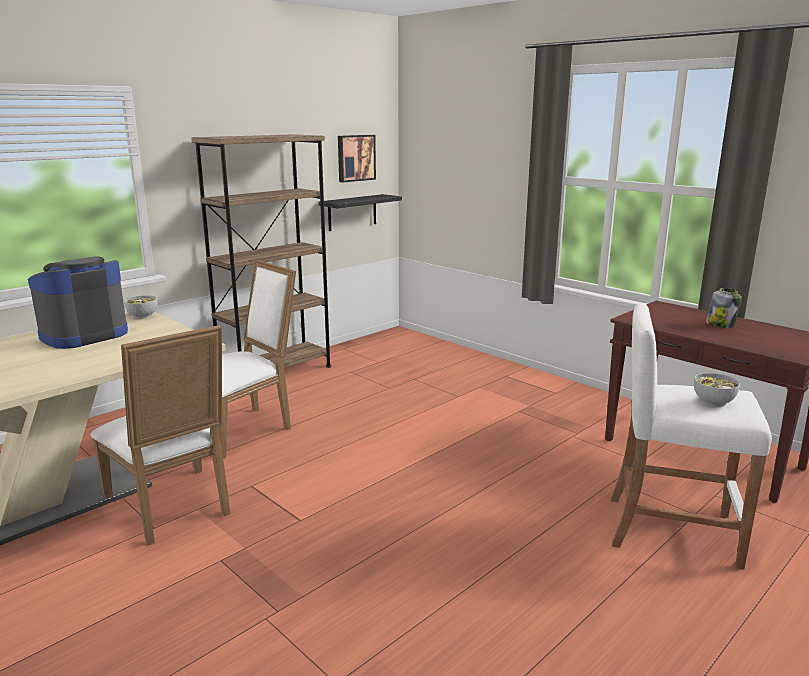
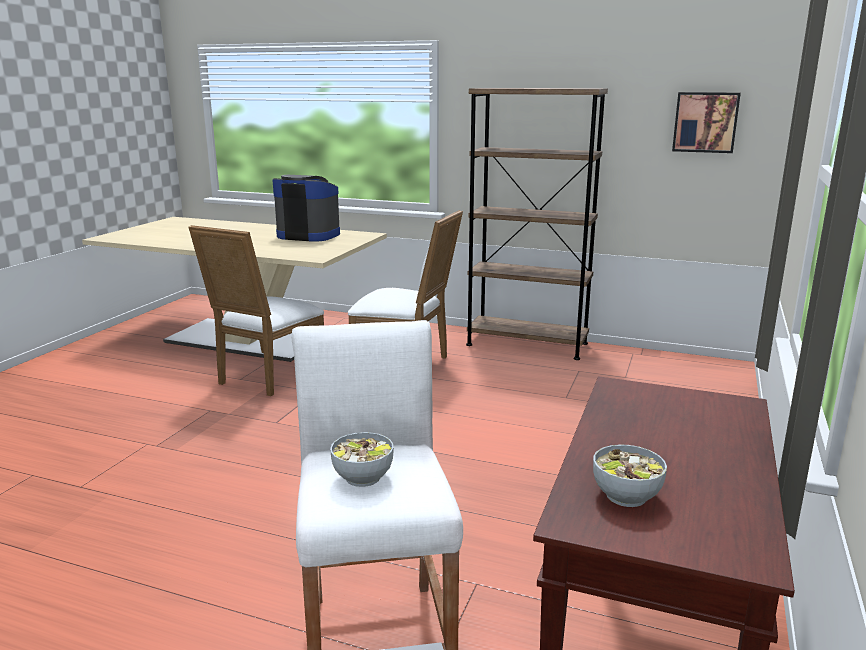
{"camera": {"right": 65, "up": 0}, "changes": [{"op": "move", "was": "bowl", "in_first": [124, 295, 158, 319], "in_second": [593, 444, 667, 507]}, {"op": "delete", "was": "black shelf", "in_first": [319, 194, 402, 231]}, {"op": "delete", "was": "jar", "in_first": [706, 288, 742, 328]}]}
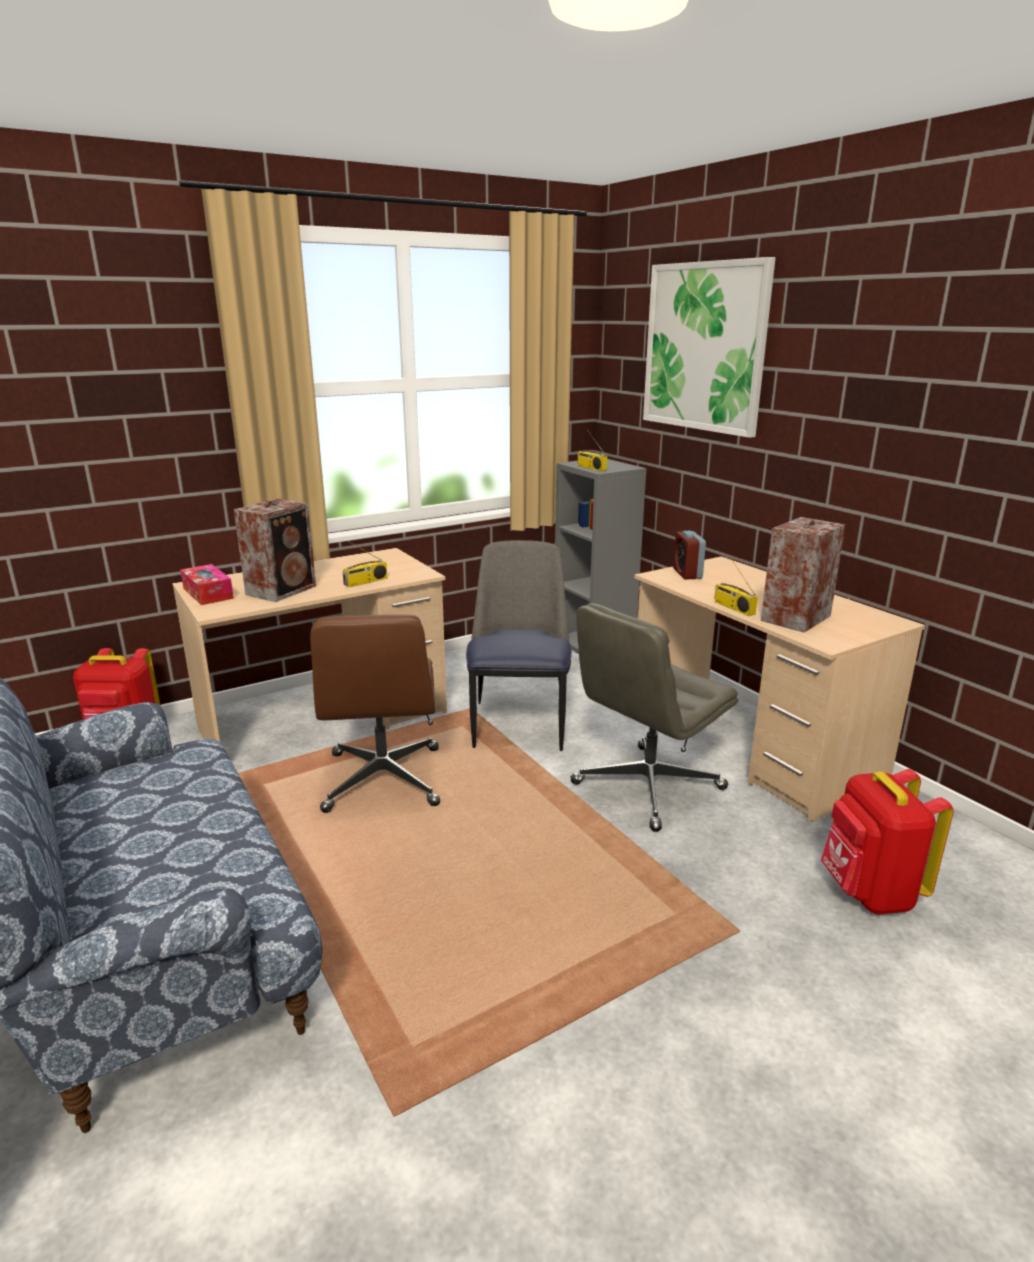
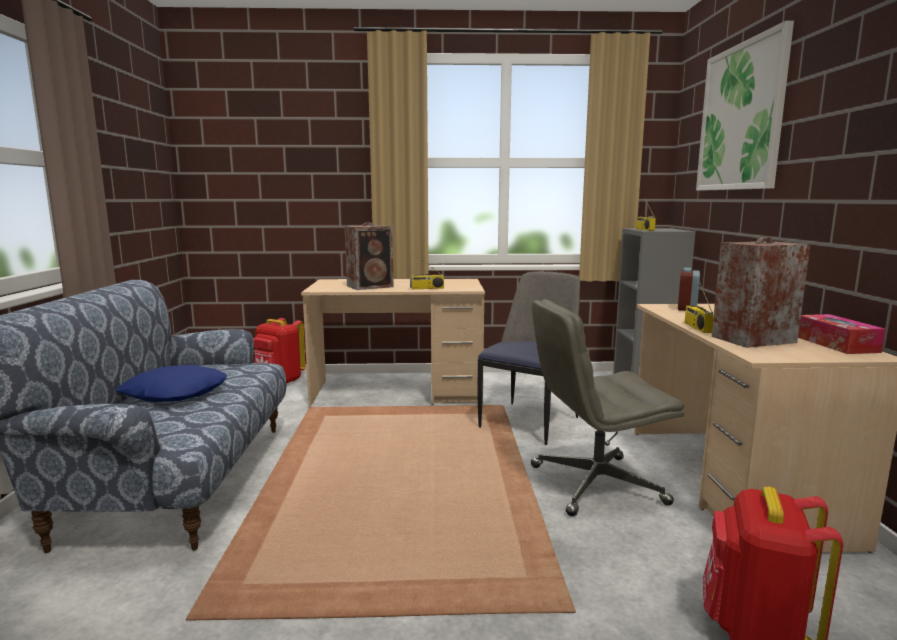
{"camera": {"right": 30, "up": -10}, "changes": [{"op": "move", "was": "tissue box", "in_first": [180, 564, 234, 605], "in_second": [798, 314, 886, 354]}, {"op": "delete", "was": "brown office chair", "in_first": [310, 614, 440, 813]}, {"op": "insert", "now": "blue pillow", "in_second": [116, 365, 227, 402]}]}
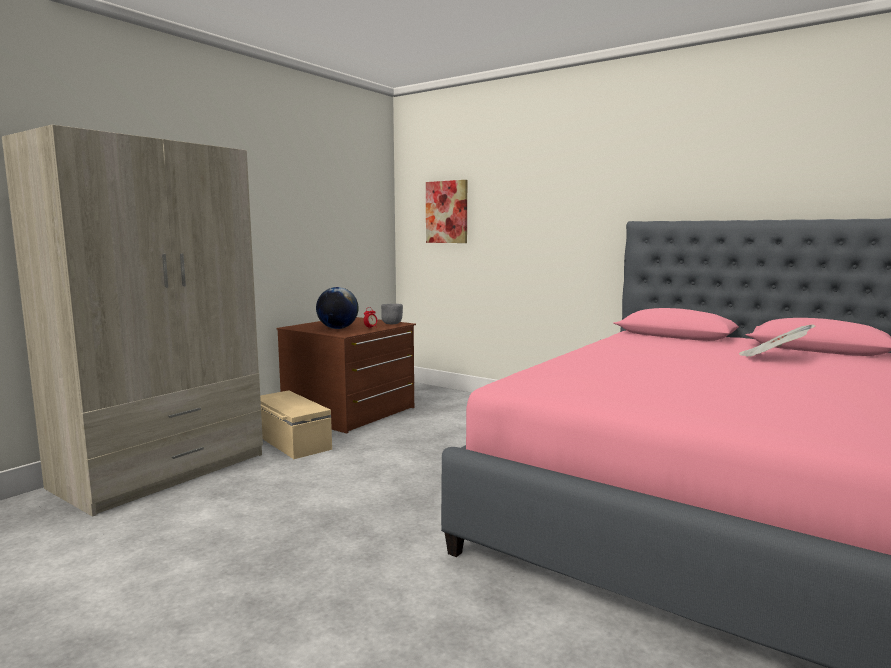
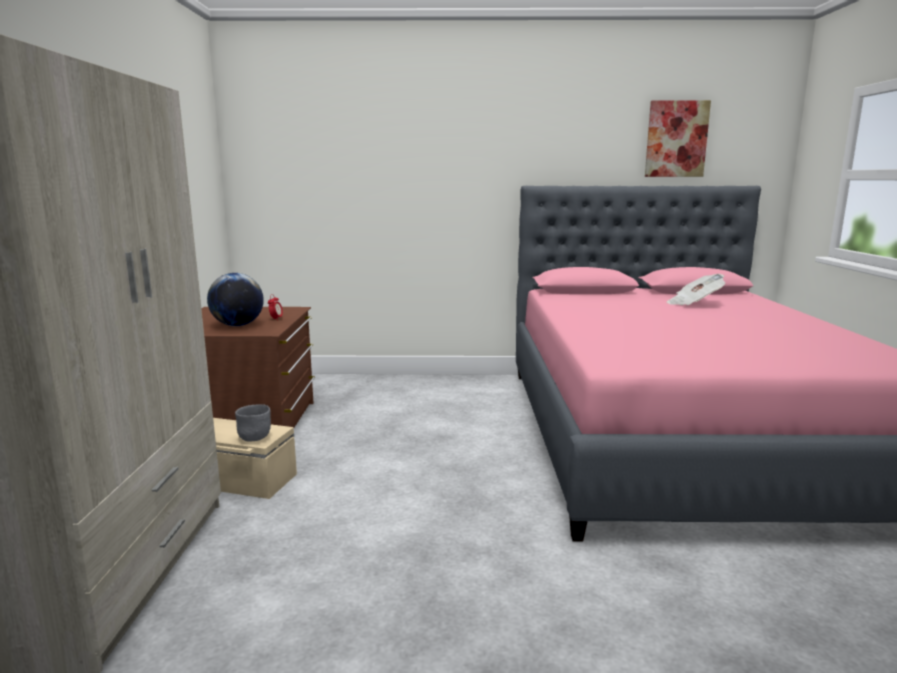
{"camera": {"right": -35, "up": 5}, "changes": [{"op": "move", "was": "grey bowl", "in_first": [381, 304, 403, 324], "in_second": [235, 404, 271, 441]}, {"op": "move", "was": "picture", "in_first": [426, 180, 467, 243], "in_second": [645, 100, 711, 177]}]}
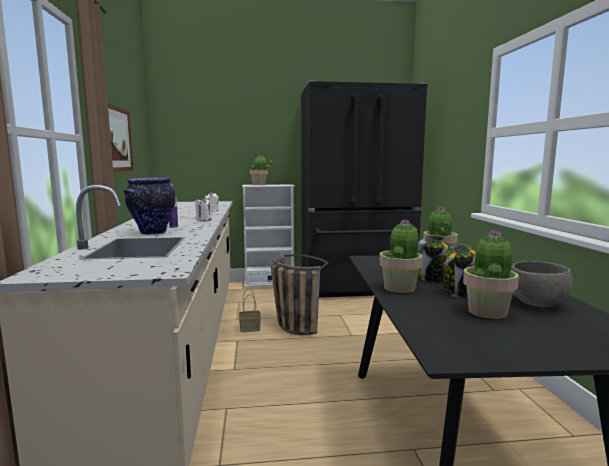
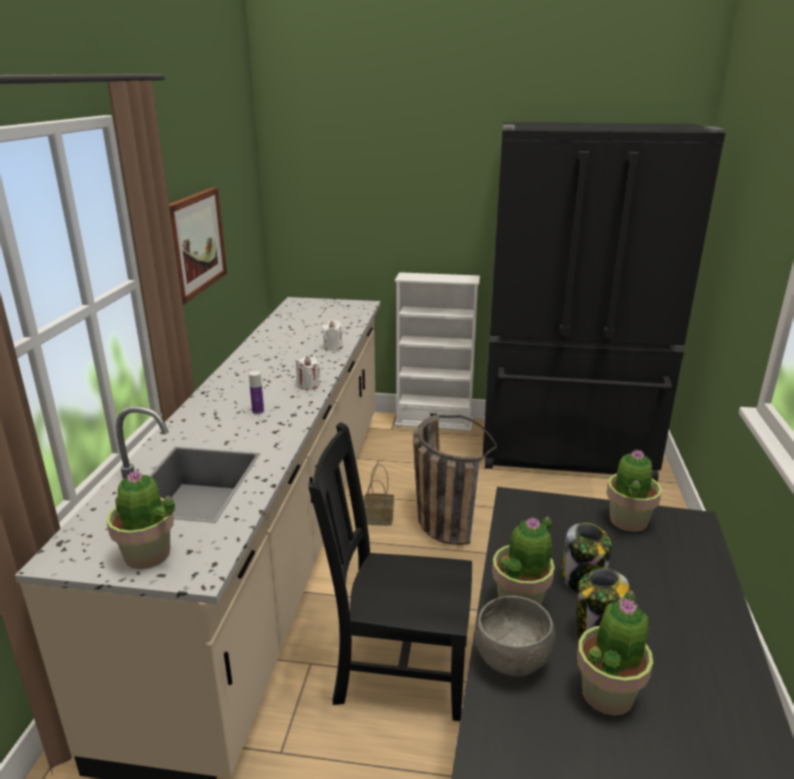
{"camera": {"right": 15, "up": 15}, "changes": [{"op": "delete", "was": "vase", "in_first": [124, 178, 176, 235]}, {"op": "move", "was": "potted plant", "in_first": [250, 155, 272, 185], "in_second": [106, 470, 175, 569]}, {"op": "move", "was": "grey bowl", "in_first": [511, 261, 573, 307], "in_second": [475, 596, 555, 677]}, {"op": "insert", "now": "black chair", "in_second": [308, 422, 472, 721]}]}
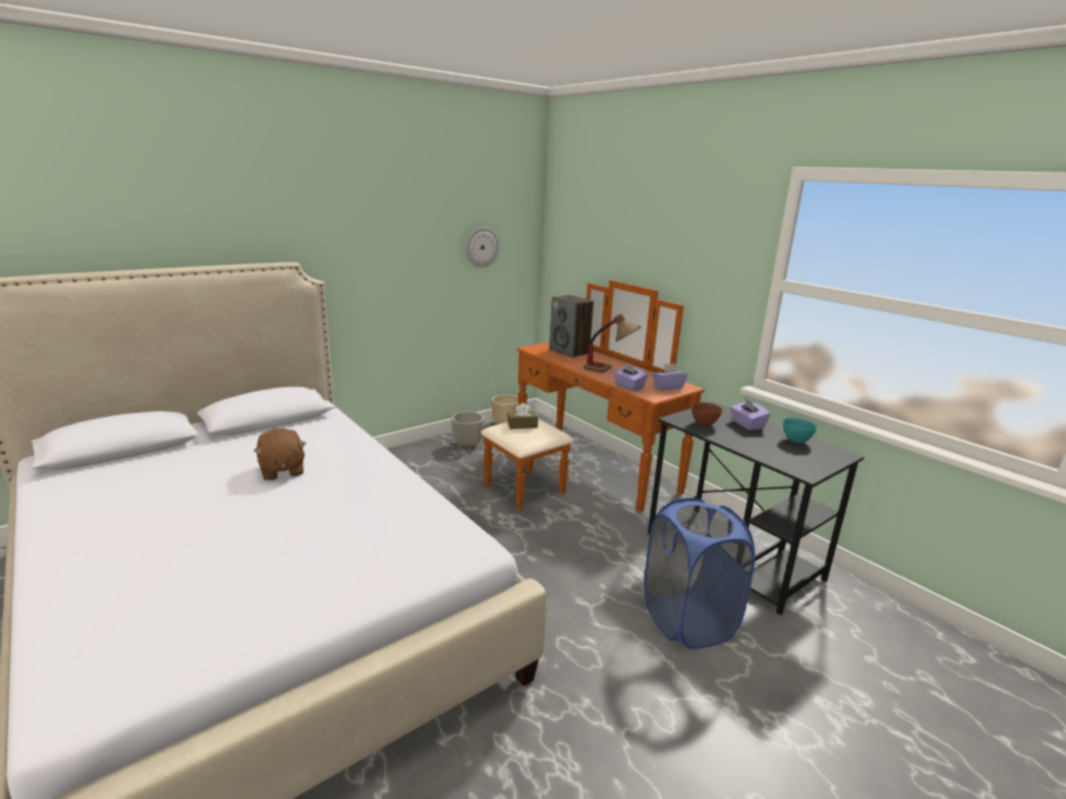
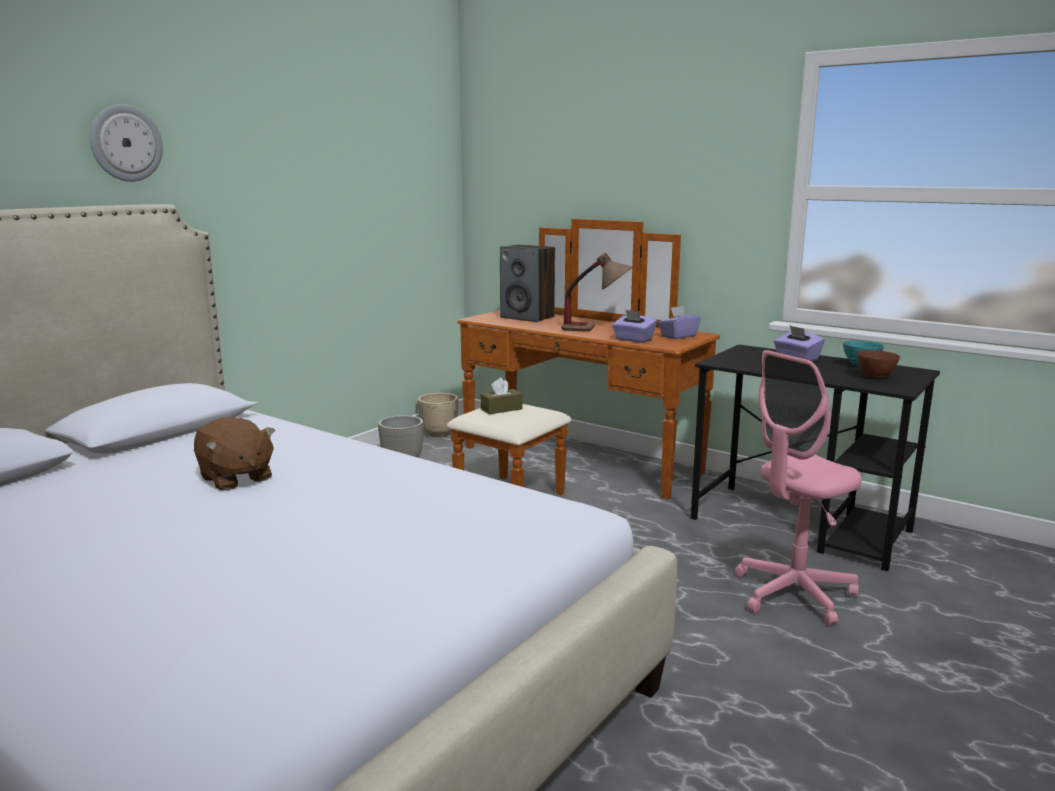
{"camera": {"right": -15, "up": -5}, "changes": [{"op": "move", "was": "wall clock", "in_first": [466, 227, 499, 268], "in_second": [90, 104, 163, 182]}, {"op": "replace", "was": "blue laundry basket", "now": "pink office chair", "in_first": [644, 498, 755, 649], "in_second": [735, 350, 862, 626]}, {"op": "move", "was": "brown bowl", "in_first": [691, 402, 723, 426], "in_second": [857, 350, 900, 379]}]}
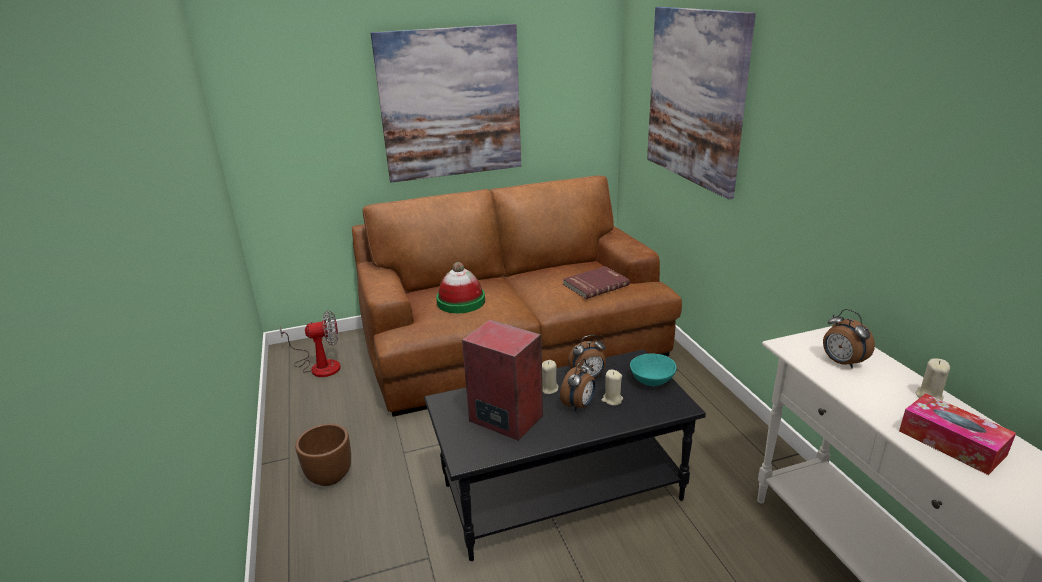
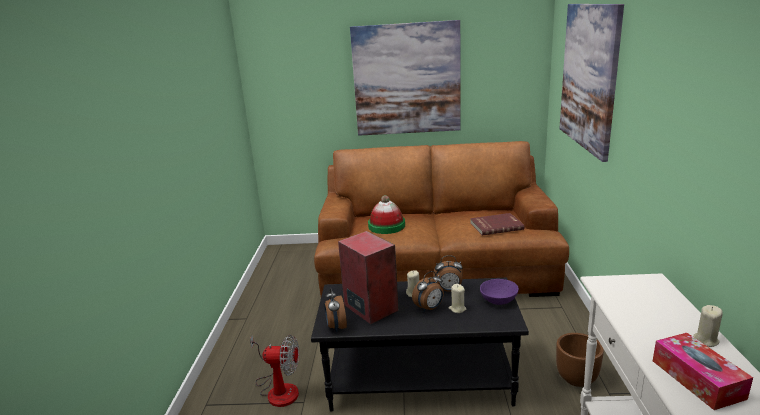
{"camera": {"right": 20, "up": -5}, "changes": [{"op": "move", "was": "fan", "in_first": [280, 310, 341, 377], "in_second": [250, 335, 299, 407]}, {"op": "move", "was": "brown planter", "in_first": [295, 423, 351, 486], "in_second": [556, 333, 604, 387]}, {"op": "recolor", "was": "turquoise bowl", "now": "purple bowl", "in_first": [630, 353, 676, 386], "in_second": [480, 279, 519, 305]}, {"op": "move", "was": "alarm clock", "in_first": [823, 309, 875, 369], "in_second": [324, 288, 347, 332]}]}
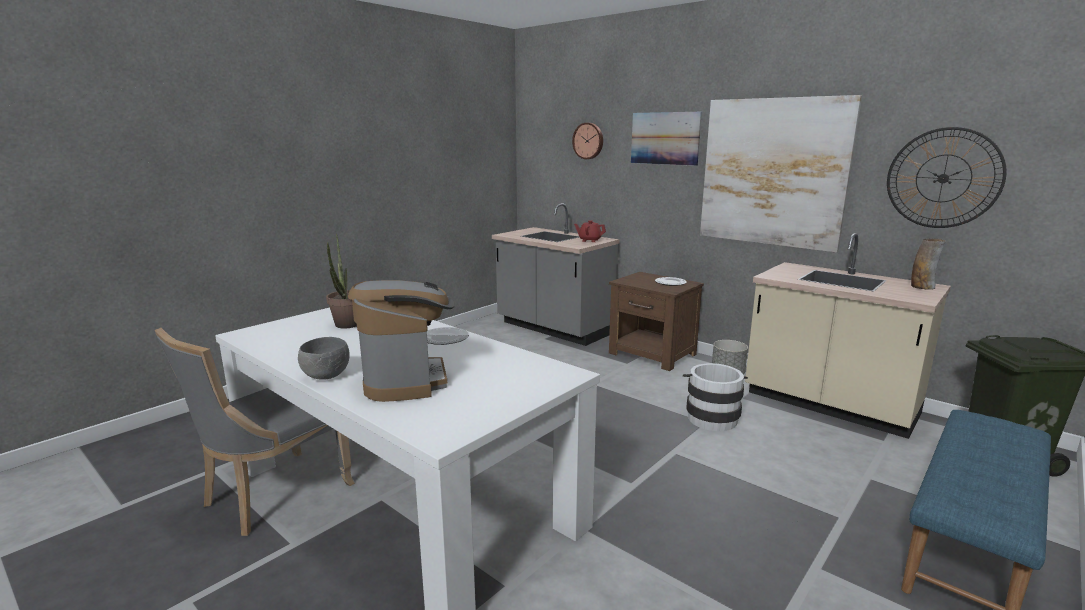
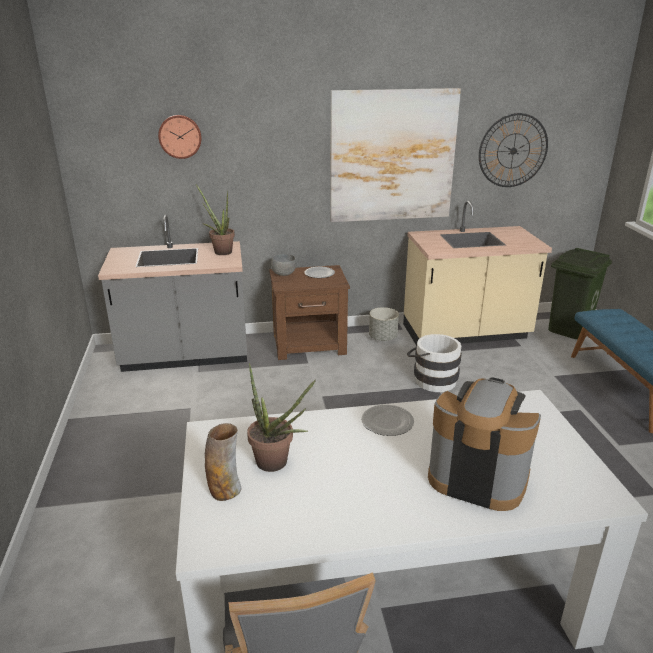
{"camera": {"right": -50, "up": 10}, "changes": [{"op": "move", "was": "grey bowl", "in_first": [298, 337, 350, 380], "in_second": [271, 254, 296, 276]}, {"op": "replace", "was": "red teapot", "now": "potted plant", "in_first": [574, 220, 606, 242], "in_second": [196, 185, 235, 255]}, {"op": "delete", "was": "picture", "in_first": [631, 112, 702, 166]}, {"op": "move", "was": "vase", "in_first": [911, 239, 946, 290], "in_second": [205, 423, 241, 501]}]}
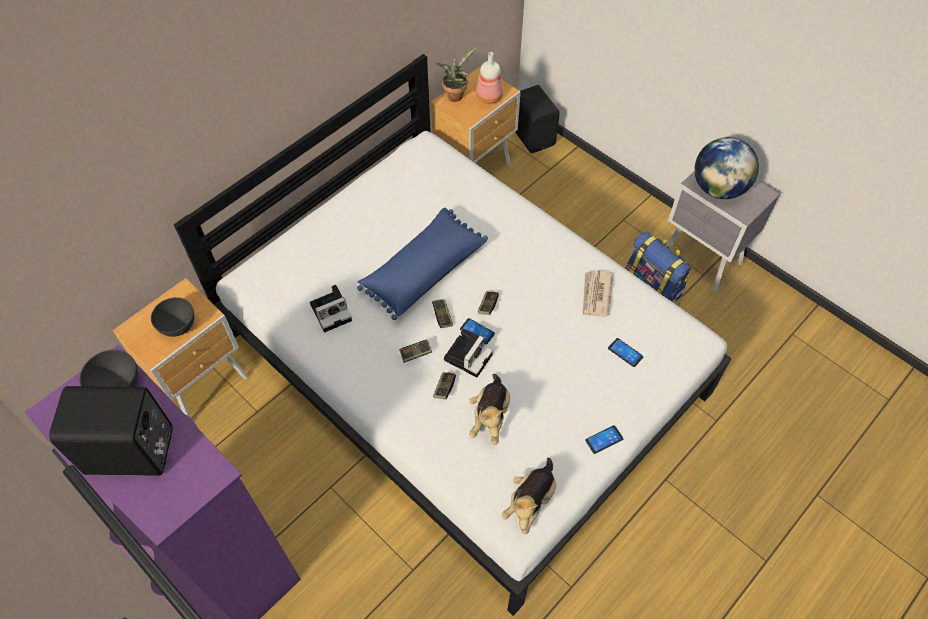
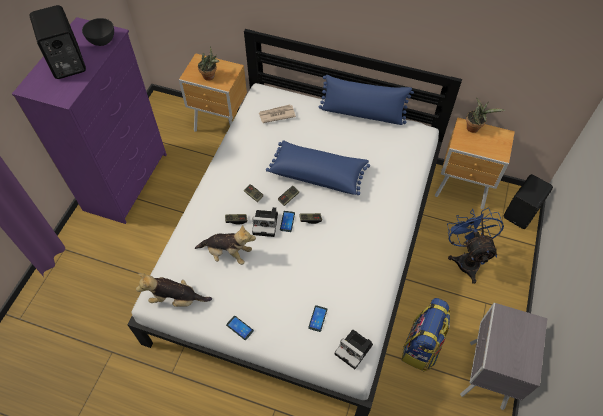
{"camera": {"right": 65, "up": 0}, "changes": [{"op": "replace", "was": "grey bowl", "now": "potted plant", "in_first": [151, 297, 194, 337], "in_second": [198, 47, 219, 81]}, {"op": "move", "was": "photo camera", "in_first": [310, 284, 352, 332], "in_second": [335, 330, 373, 369]}, {"op": "rotate", "was": "plush toy", "in_first": [469, 374, 510, 445], "in_second": [195, 224, 256, 265], "clockwise": -150}, {"op": "delete", "was": "bottle", "in_first": [476, 52, 503, 104]}, {"op": "move", "was": "newspaper", "in_first": [582, 270, 613, 317], "in_second": [259, 105, 296, 123]}, {"op": "delete", "was": "globe", "in_first": [694, 137, 759, 199]}, {"op": "insert", "now": "blue pillow", "in_second": [319, 75, 414, 125]}, {"op": "insert", "now": "blue fan", "in_second": [447, 208, 504, 284]}]}
